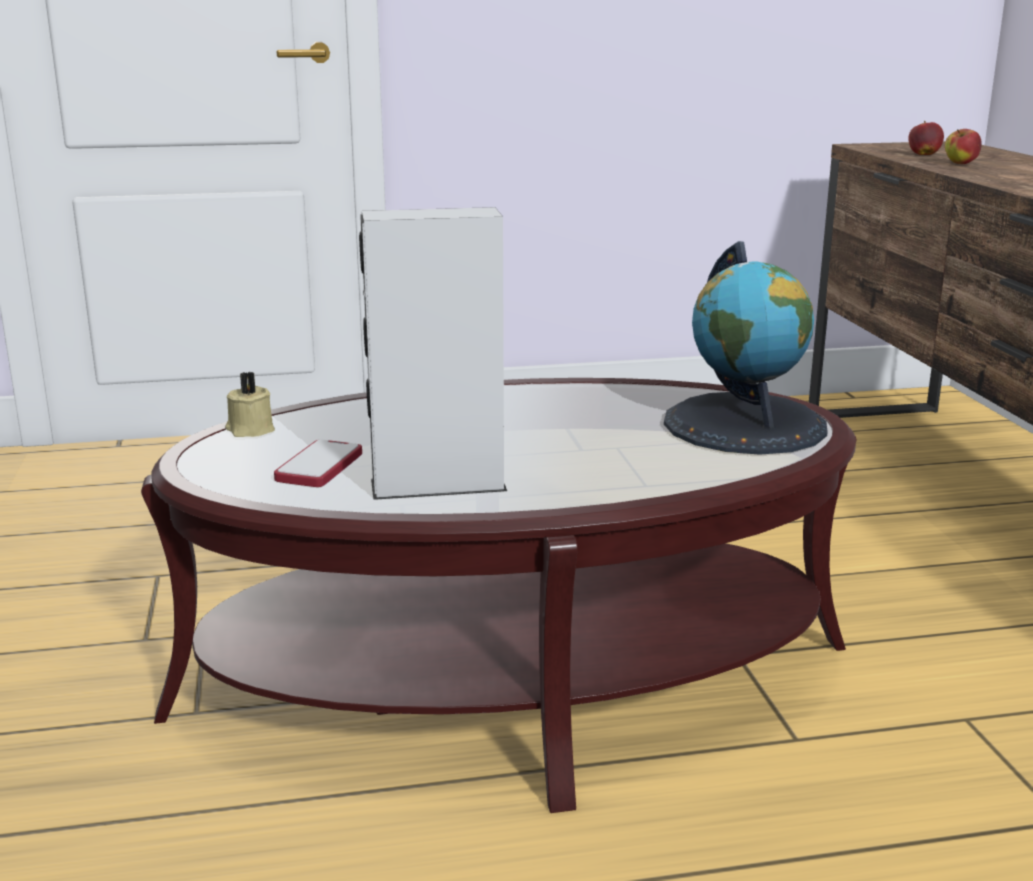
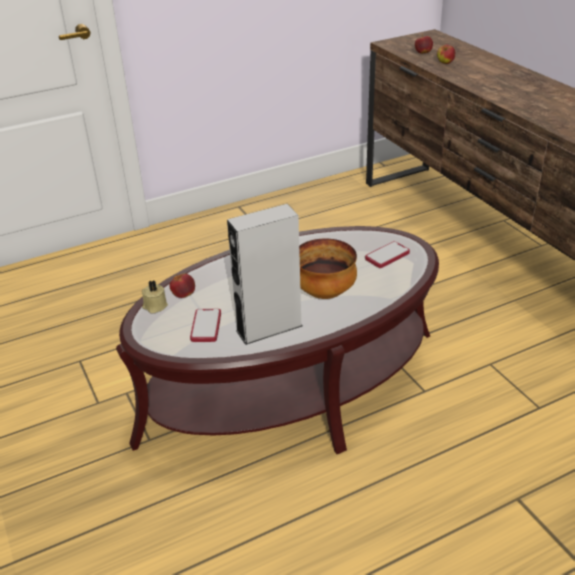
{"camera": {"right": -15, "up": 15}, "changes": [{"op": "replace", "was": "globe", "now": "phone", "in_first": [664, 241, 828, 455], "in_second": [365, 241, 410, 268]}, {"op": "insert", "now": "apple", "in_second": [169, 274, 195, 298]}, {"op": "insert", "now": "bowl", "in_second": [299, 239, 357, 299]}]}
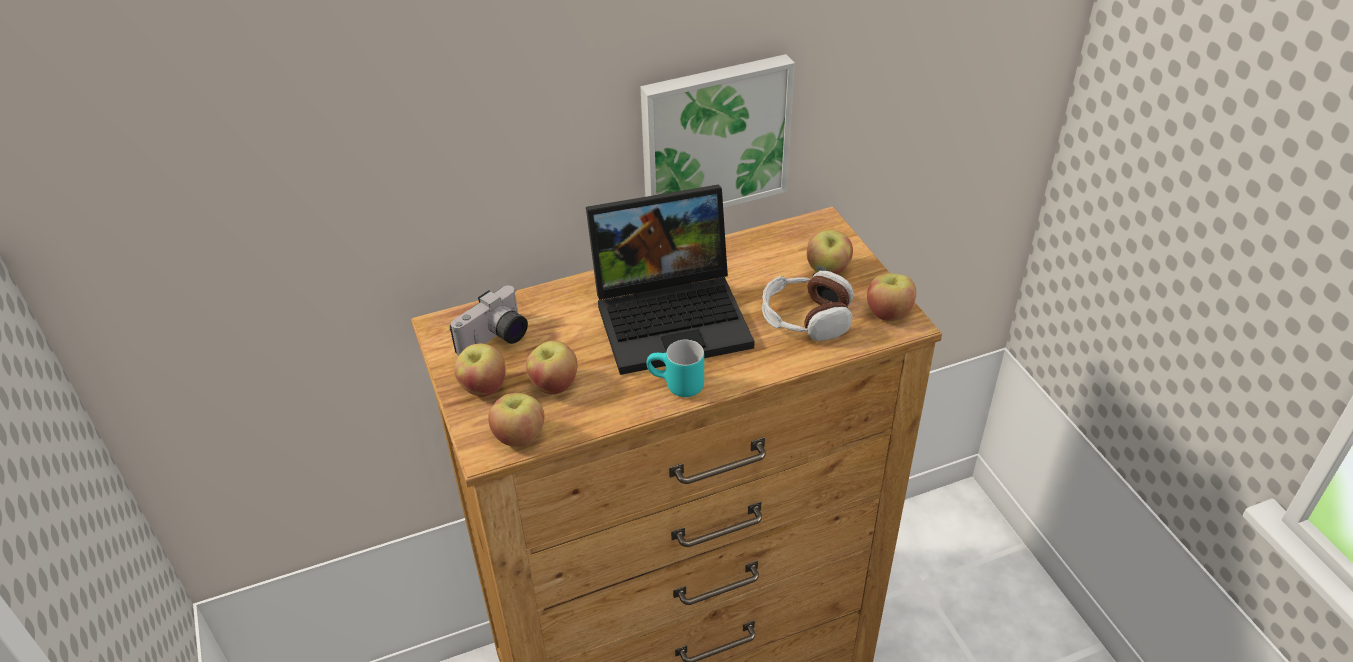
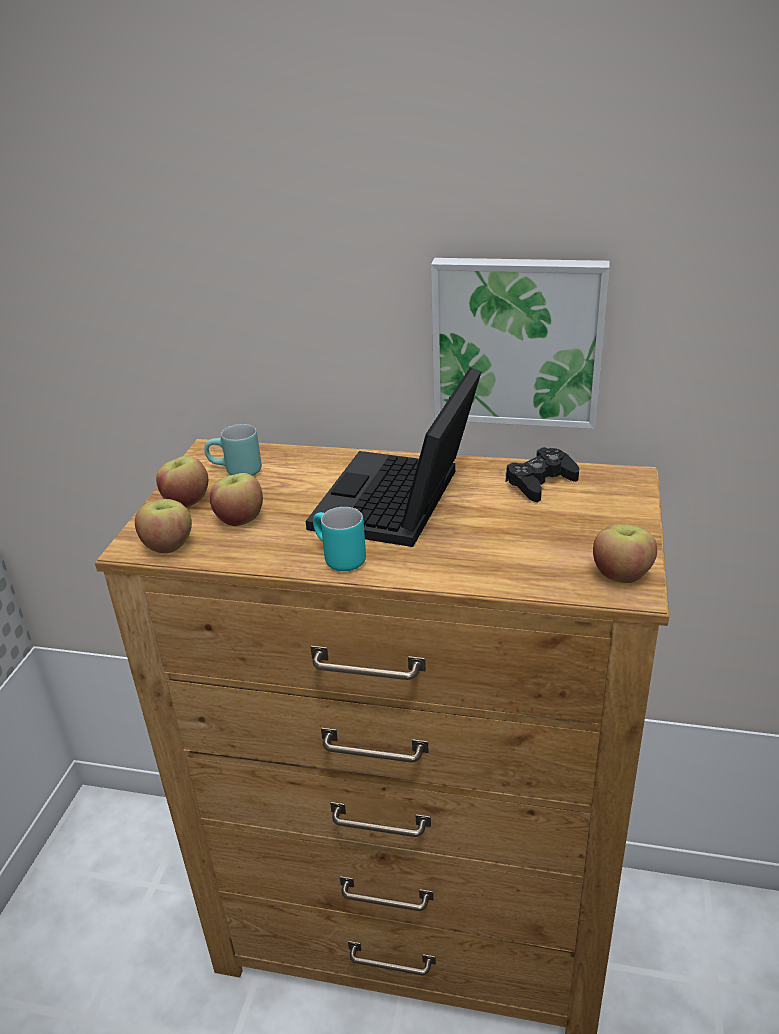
{"camera": {"right": 35, "up": -10}, "changes": [{"op": "replace", "was": "photo camera", "now": "turquoise mug", "in_first": [450, 286, 528, 356], "in_second": [204, 424, 262, 476]}, {"op": "rotate", "was": "laptop", "in_first": [586, 184, 754, 375], "in_second": [306, 368, 482, 547], "clockwise": 90}, {"op": "delete", "was": "headphones", "in_first": [762, 271, 853, 341]}, {"op": "delete", "was": "apple", "in_first": [807, 230, 853, 274]}, {"op": "insert", "now": "black game controller", "in_second": [506, 447, 579, 502]}]}
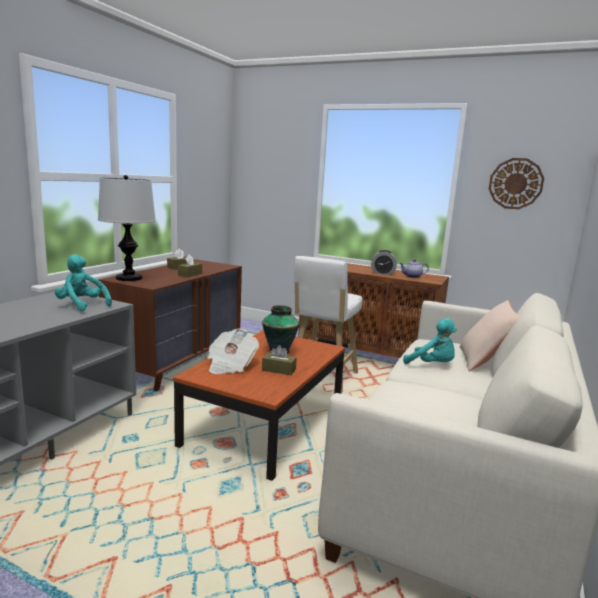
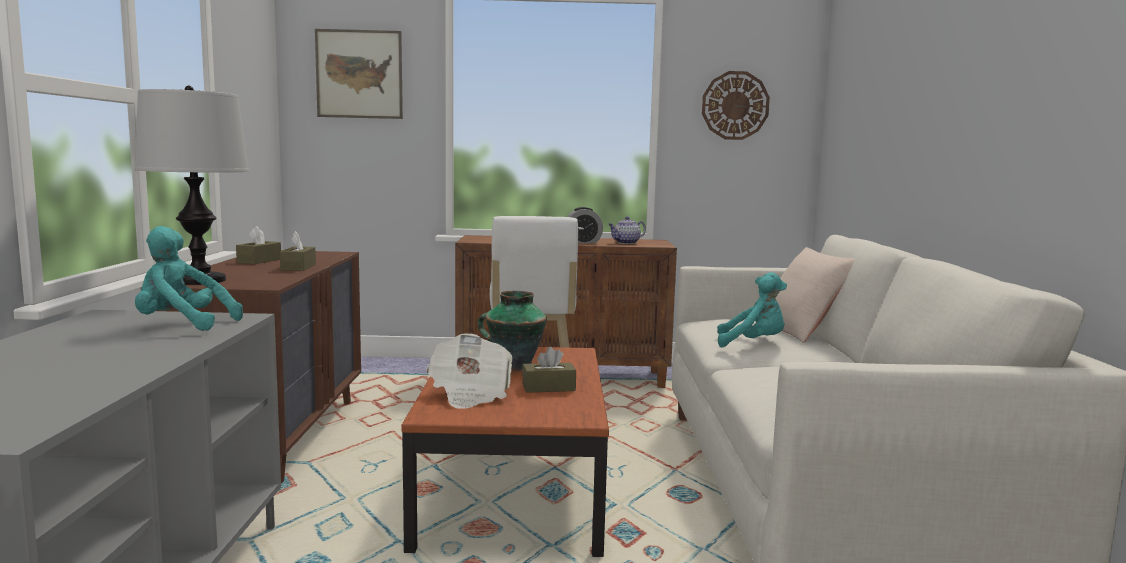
{"camera": {"right": -25, "up": -5}, "changes": [{"op": "insert", "now": "picture", "in_second": [315, 29, 403, 119]}]}
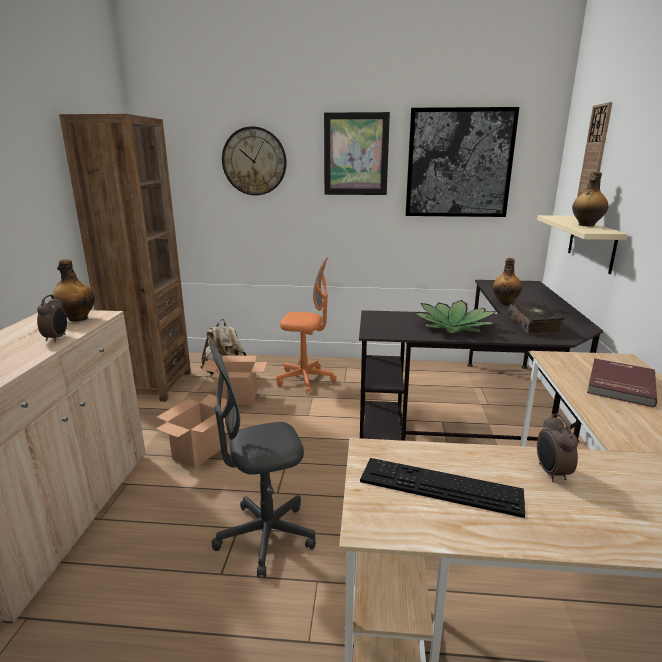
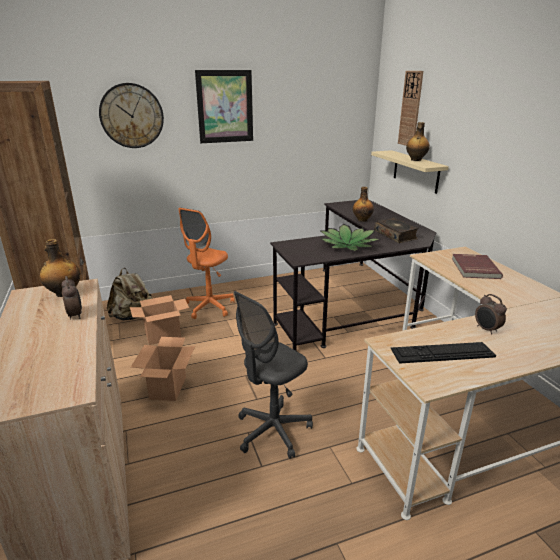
{"camera": {"right": -25, "up": 5}, "changes": [{"op": "rotate", "was": "orange office chair", "in_first": [276, 257, 337, 394], "in_second": [178, 208, 234, 319], "clockwise": 135}, {"op": "delete", "was": "picture", "in_first": [405, 107, 519, 217]}]}
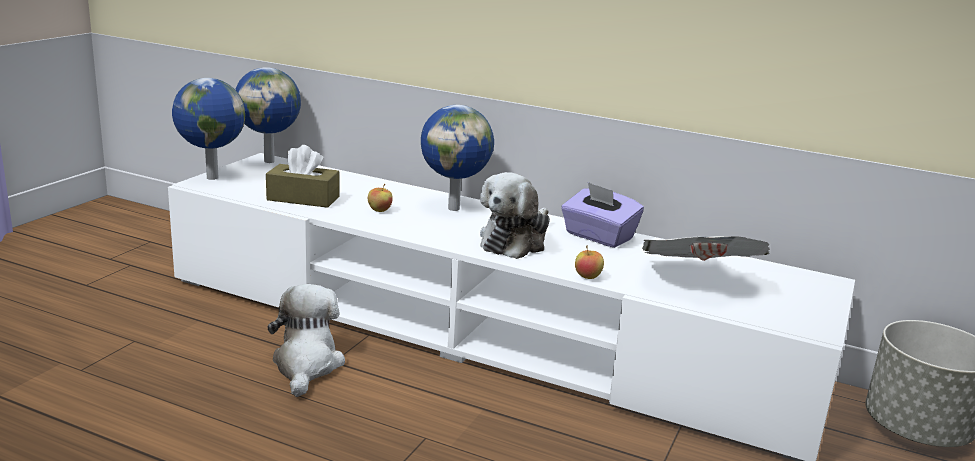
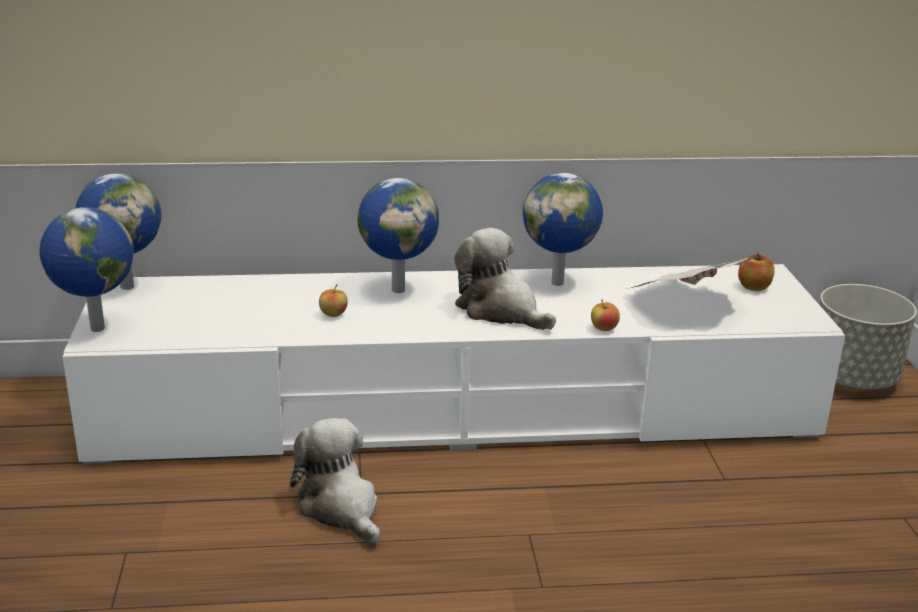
{"camera": {"right": -30, "up": 5}, "changes": [{"op": "delete", "was": "brown tissue box", "in_first": [266, 145, 339, 208]}, {"op": "rotate", "was": "plush toy", "in_first": [480, 172, 550, 259], "in_second": [454, 228, 556, 330], "clockwise": 135}, {"op": "replace", "was": "purple tissue box", "now": "globe", "in_first": [561, 182, 644, 248], "in_second": [523, 173, 603, 286]}, {"op": "insert", "now": "apple", "in_second": [738, 253, 775, 291]}]}
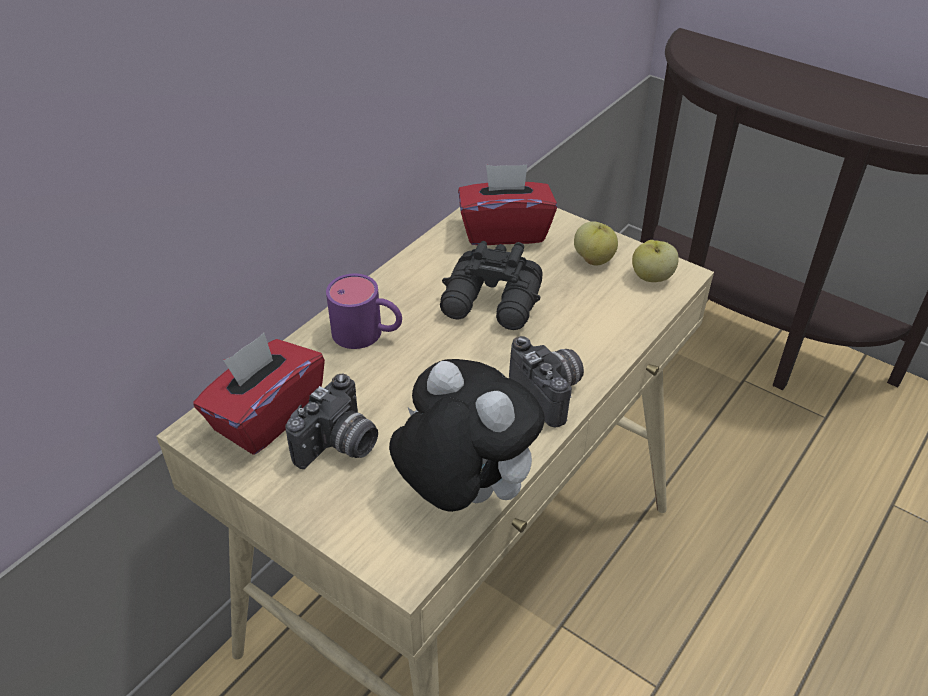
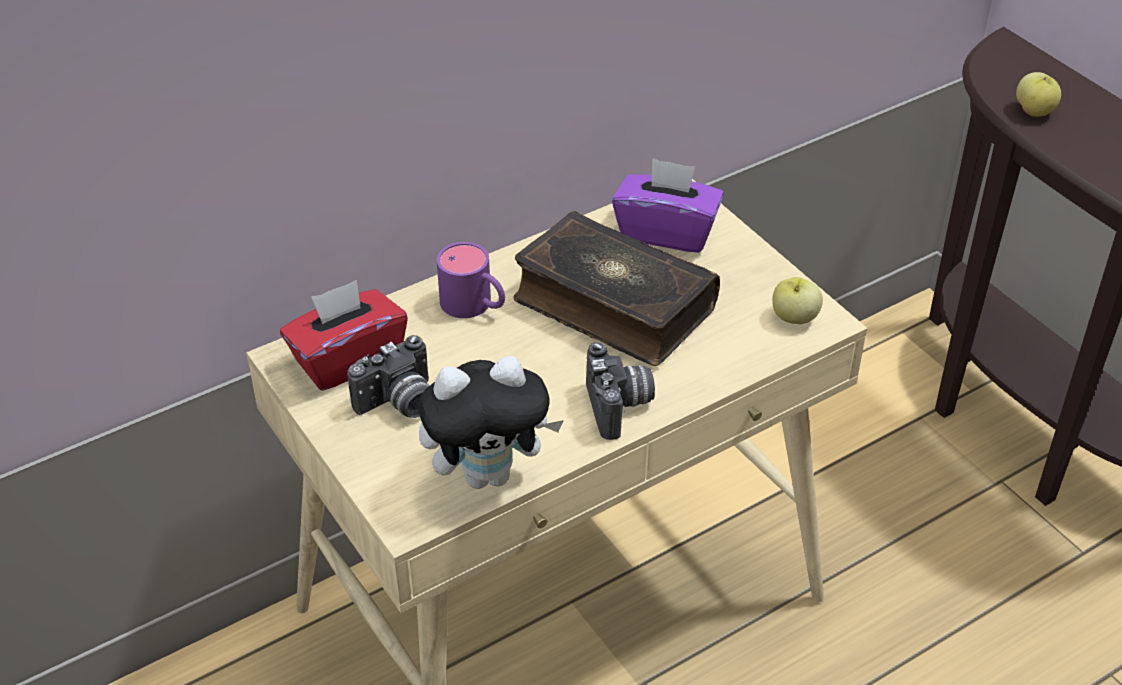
{"camera": {"right": 20, "up": 0}, "changes": [{"op": "rotate", "was": "plush toy", "in_first": [389, 359, 545, 512], "in_second": [418, 356, 564, 489], "clockwise": 105}, {"op": "replace", "was": "black binoculars", "now": "book", "in_first": [440, 241, 543, 330], "in_second": [513, 211, 720, 366]}, {"op": "recolor", "was": "red tissue box", "now": "purple tissue box", "in_first": [458, 164, 557, 245], "in_second": [612, 158, 724, 253]}, {"op": "move", "was": "apple", "in_first": [574, 222, 618, 265], "in_second": [1016, 72, 1061, 117]}]}
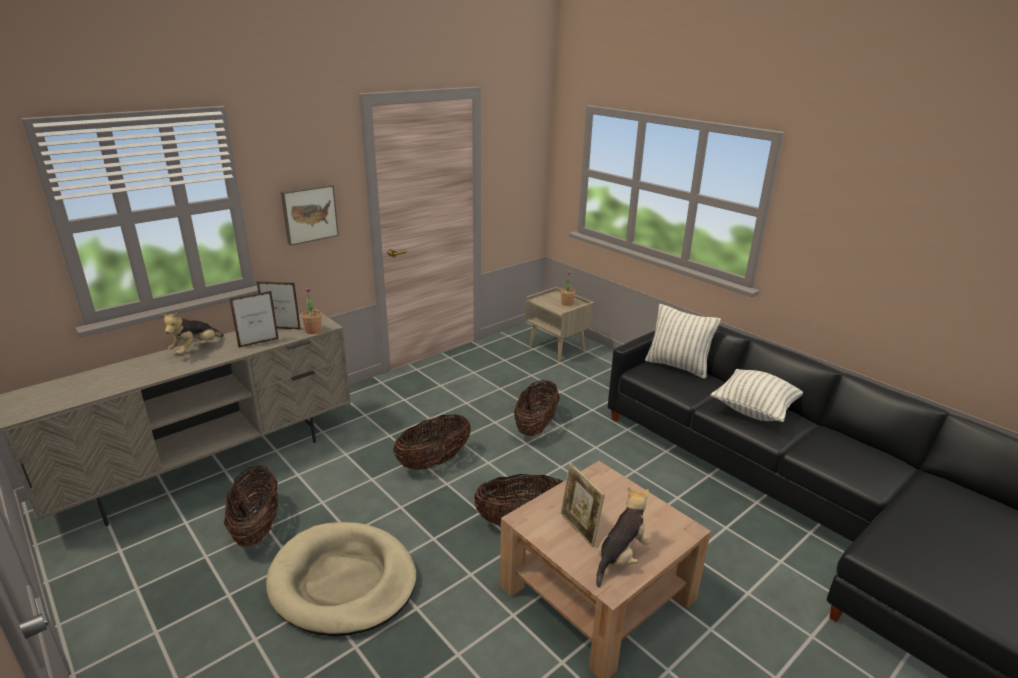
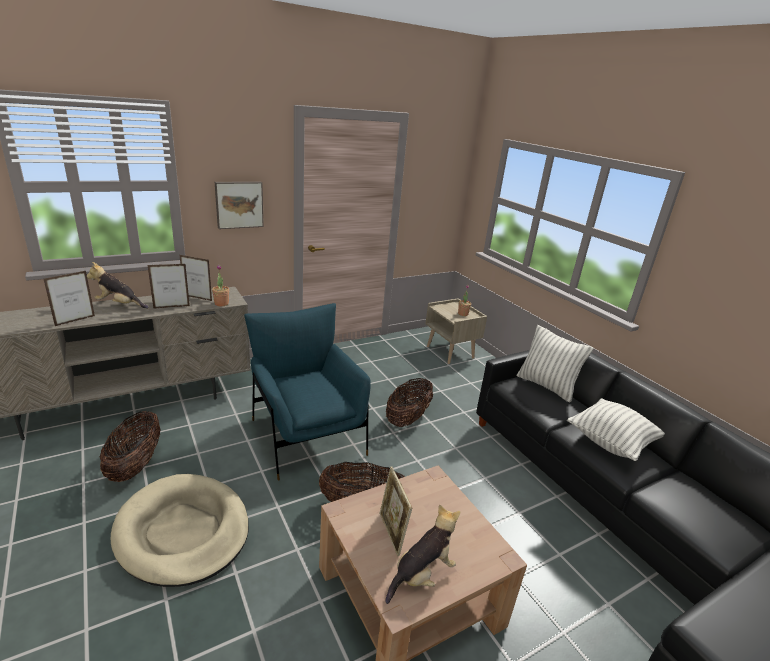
{"camera": {"right": 10, "up": 0}, "changes": [{"op": "rotate", "was": "plush toy", "in_first": [160, 312, 224, 355], "in_second": [87, 262, 149, 309], "clockwise": 60}, {"op": "replace", "was": "basket", "now": "blue armchair", "in_first": [393, 414, 471, 470], "in_second": [244, 303, 371, 480]}, {"op": "insert", "now": "picture frame", "in_second": [44, 271, 95, 326]}]}
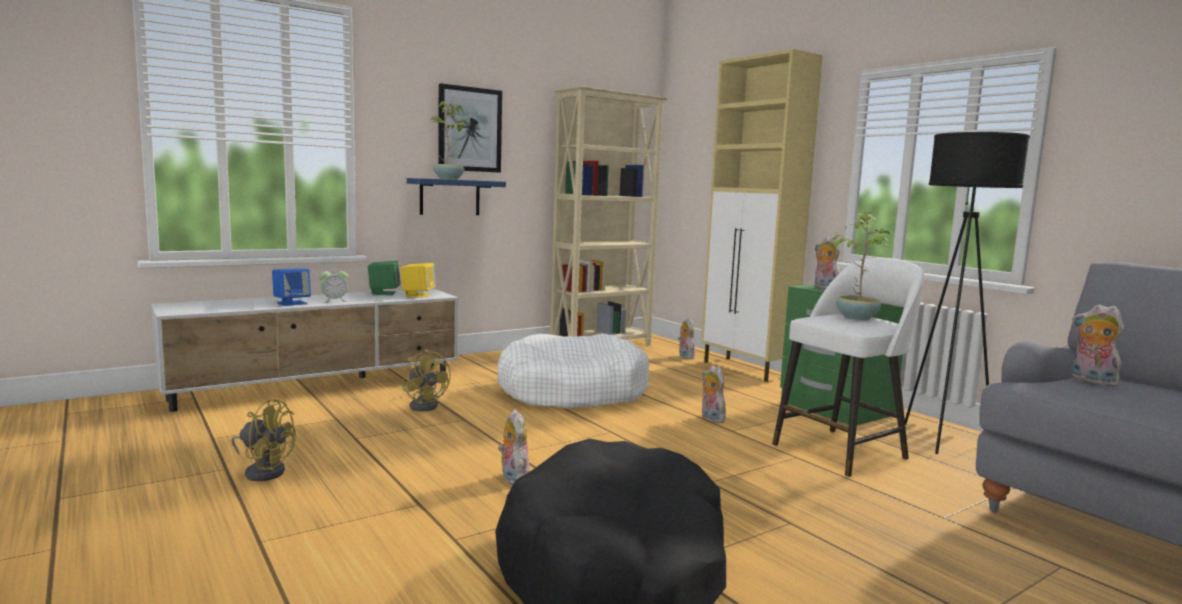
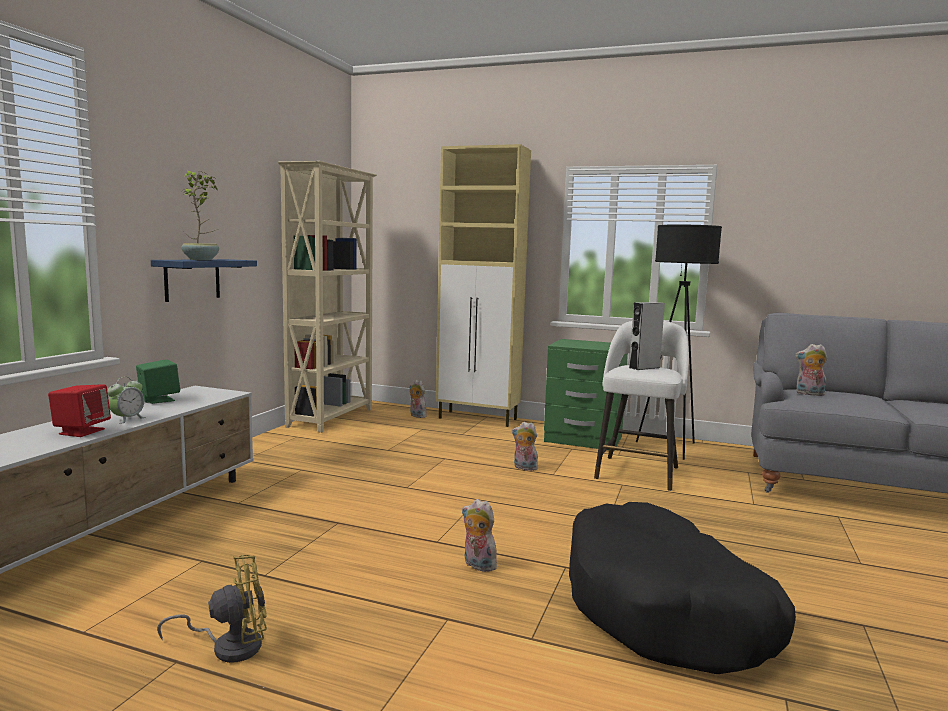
{"camera": {"right": -35, "up": 0}, "changes": [{"op": "recolor", "was": "blue speaker", "now": "red speaker", "in_first": [272, 268, 311, 306], "in_second": [48, 384, 111, 437]}, {"op": "delete", "was": "yellow speaker", "in_first": [400, 263, 436, 298]}, {"op": "delete", "was": "yellow fan", "in_first": [403, 349, 451, 411]}, {"op": "delete", "was": "picture", "in_first": [438, 83, 502, 173]}, {"op": "delete", "was": "white dog bed", "in_first": [497, 333, 649, 409]}, {"op": "delete", "was": "plush toy", "in_first": [814, 236, 840, 289]}, {"op": "replace", "was": "potted plant", "now": "grey speaker", "in_first": [832, 212, 890, 320], "in_second": [629, 302, 665, 370]}]}
